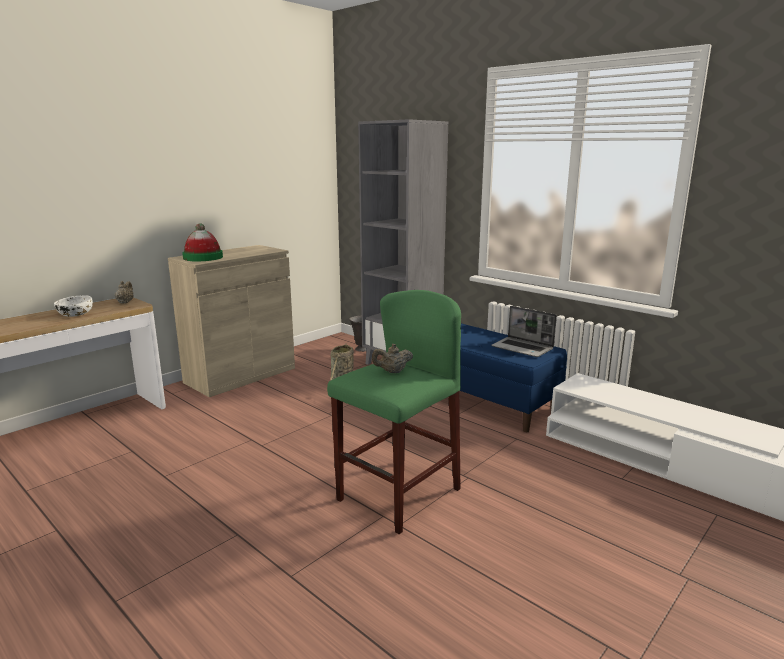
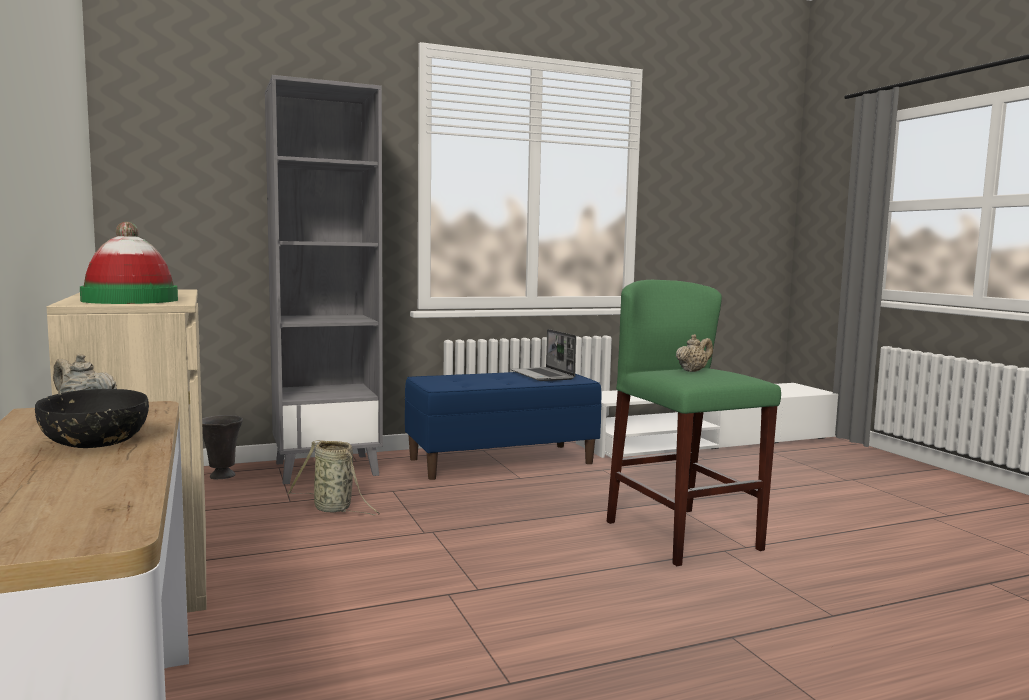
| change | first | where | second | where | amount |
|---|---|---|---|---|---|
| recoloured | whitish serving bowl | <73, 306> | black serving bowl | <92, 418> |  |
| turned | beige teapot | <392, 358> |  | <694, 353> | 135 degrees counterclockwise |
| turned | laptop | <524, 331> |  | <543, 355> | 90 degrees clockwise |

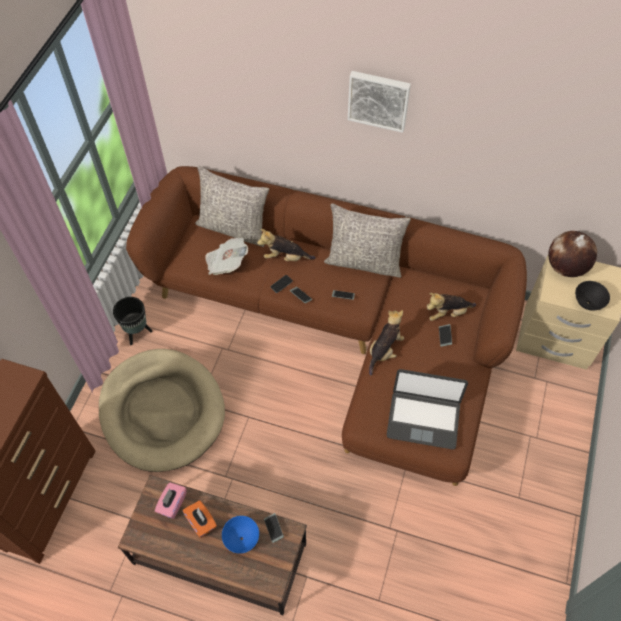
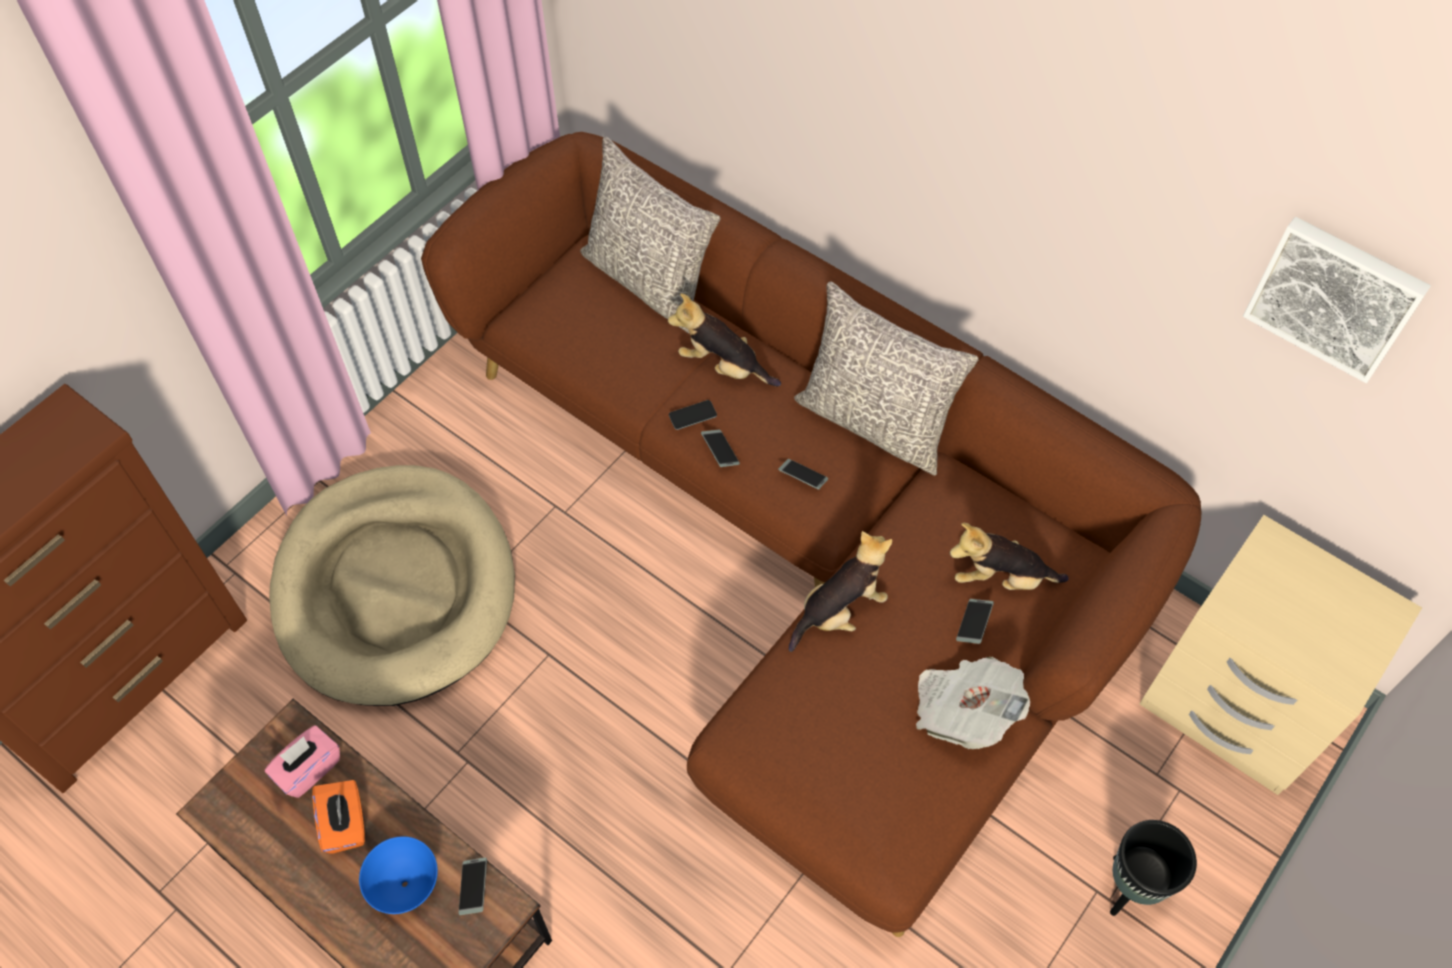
| change | first | where | second | where | amount |
|---|---|---|---|---|---|
| moved | black plant pot | <133, 321> |  | <1153, 868> |  |
| moved | newspaper | <226, 256> |  | <973, 703> |  |
| moved | wall picture | <379, 102> |  | <1337, 300> |  |
| removed | laptop | <427, 409> |  |  |  |
| removed | globe | <572, 254> |  |  |  |
| removed | black serving bowl | <592, 296> |  |  |  |

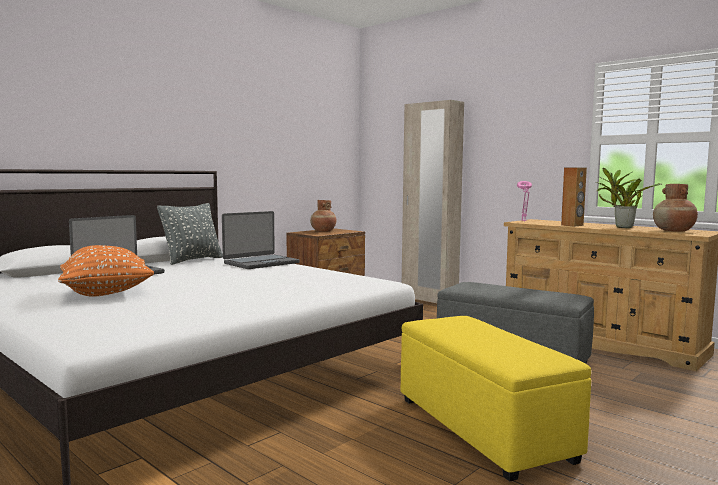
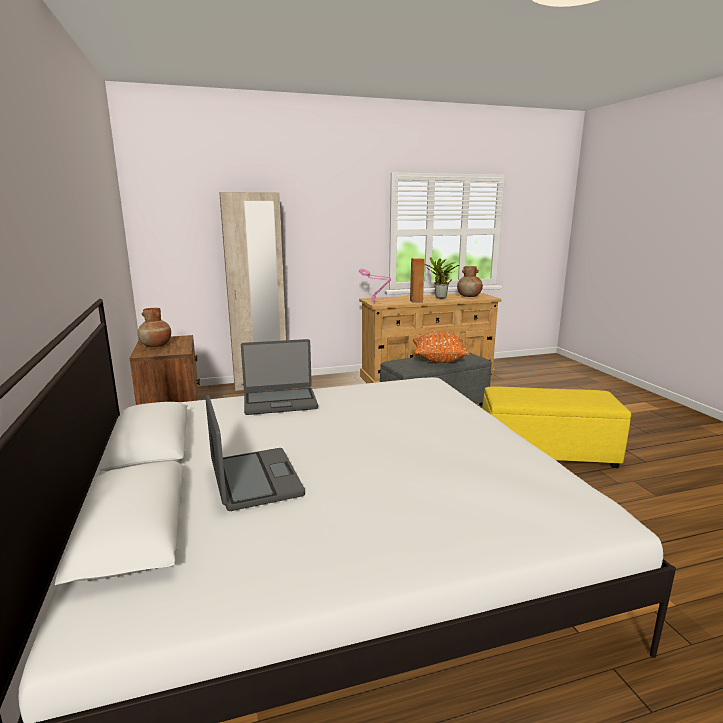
| change | first | where | second | where | amount |
|---|---|---|---|---|---|
| moved | orange-coloured pillow | <106, 271> |  | <441, 347> |  |
| removed | greyish pillow | <190, 234> |  |  |  |
| turned | laptop | <261, 240> |  | <279, 377> | 90 degrees clockwise |

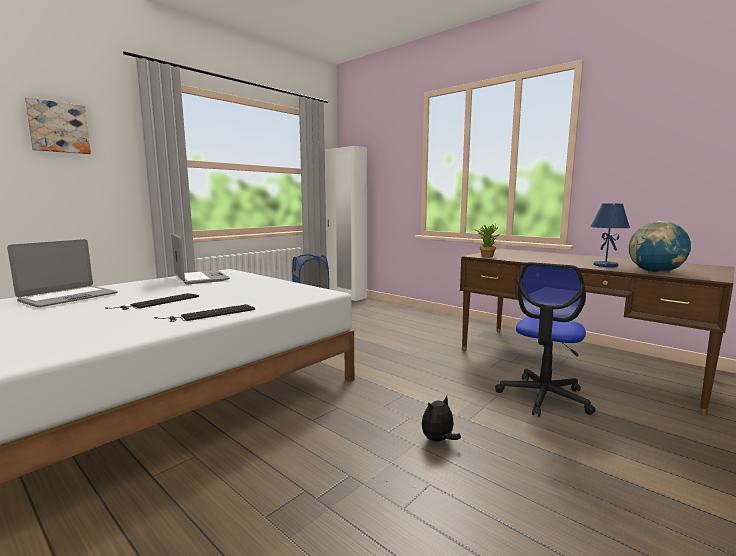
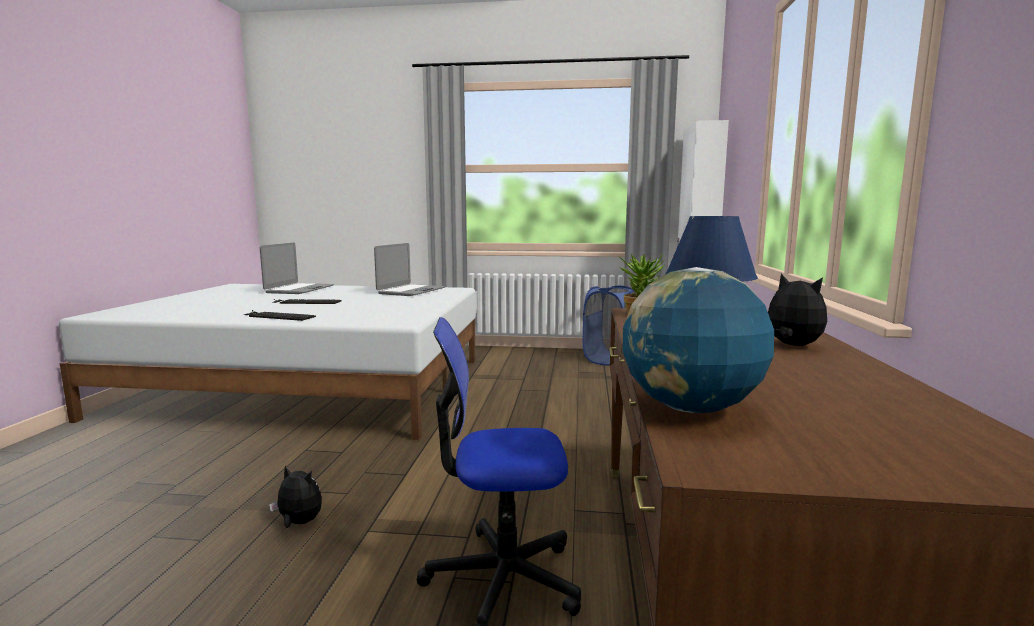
| change | first | where | second | where | amount |
|---|---|---|---|---|---|
| turned | laptop | <62, 273> |  | <297, 268> | 75 degrees counterclockwise |
| removed | wall picture | <58, 125> |  |  |  |
| added |  |  | cuddly toy | <797, 310> |  |

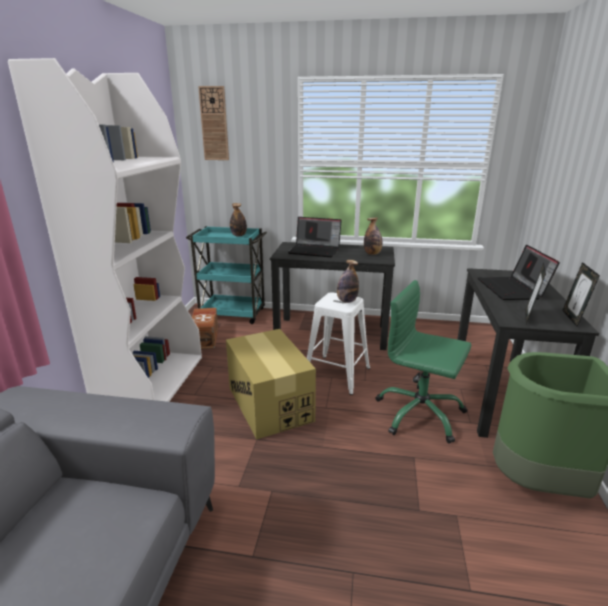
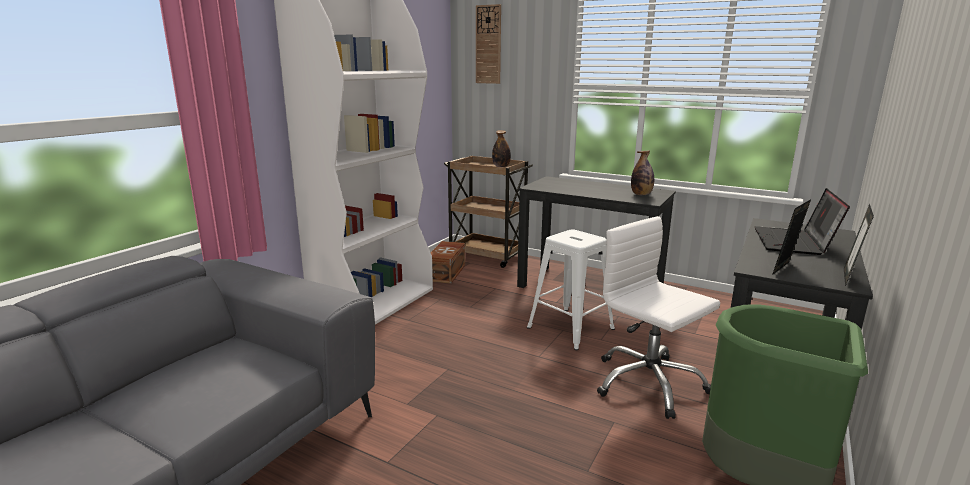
| change | first | where | second | where | amount |
|---|---|---|---|---|---|
| recoloured | turquoise cart | <226, 275> | brown cart | <488, 211> |  |
| removed | cardboard box | <271, 384> |  |  |  |
| removed | laptop | <315, 237> |  |  |  |
| removed | beverage bottle | <348, 281> |  |  |  |
| recoloured | greenish desk chair | <423, 362> | whitish desk chair | <658, 317> |  |

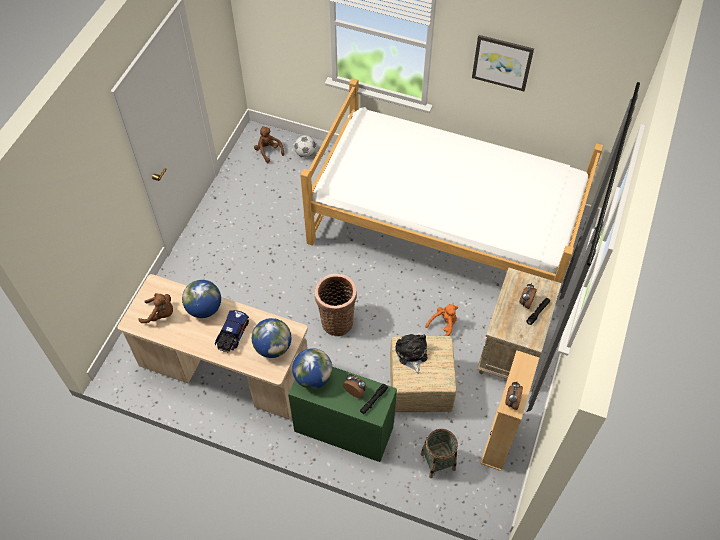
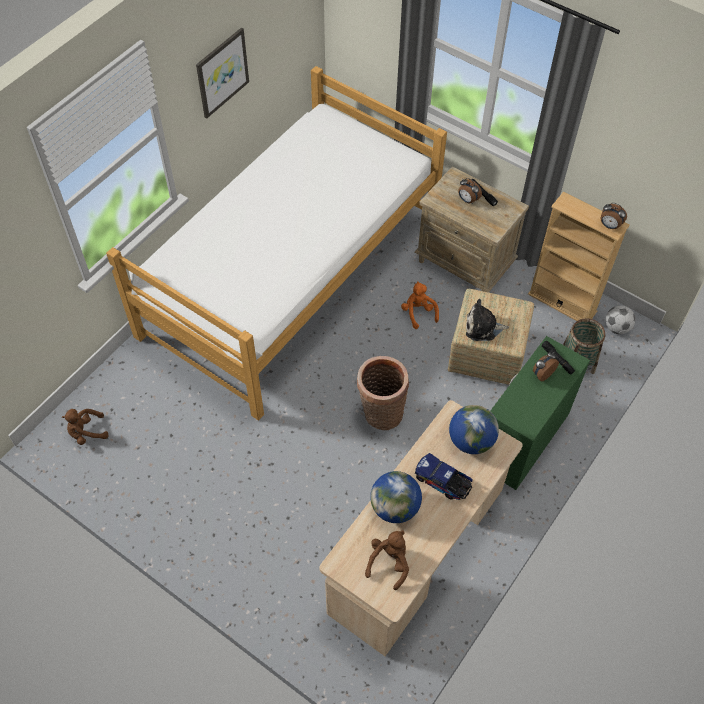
| change | first | where | second | where | amount |
|---|---|---|---|---|---|
| removed | globe | <312, 368> |  |  |  |
| moved | football | <305, 146> |  | <620, 319> |  |

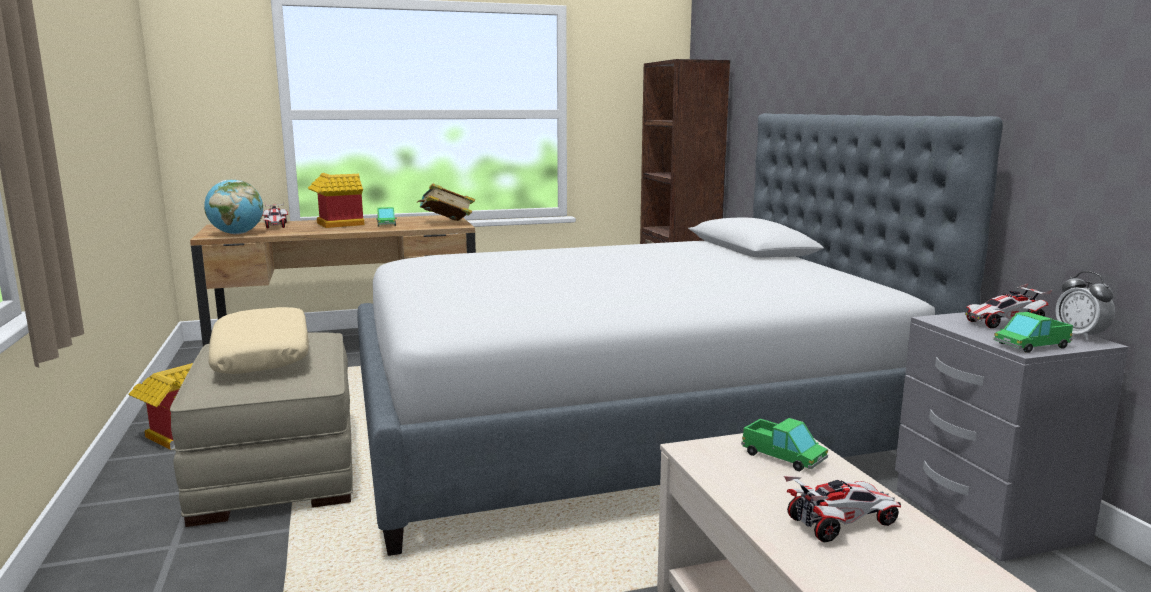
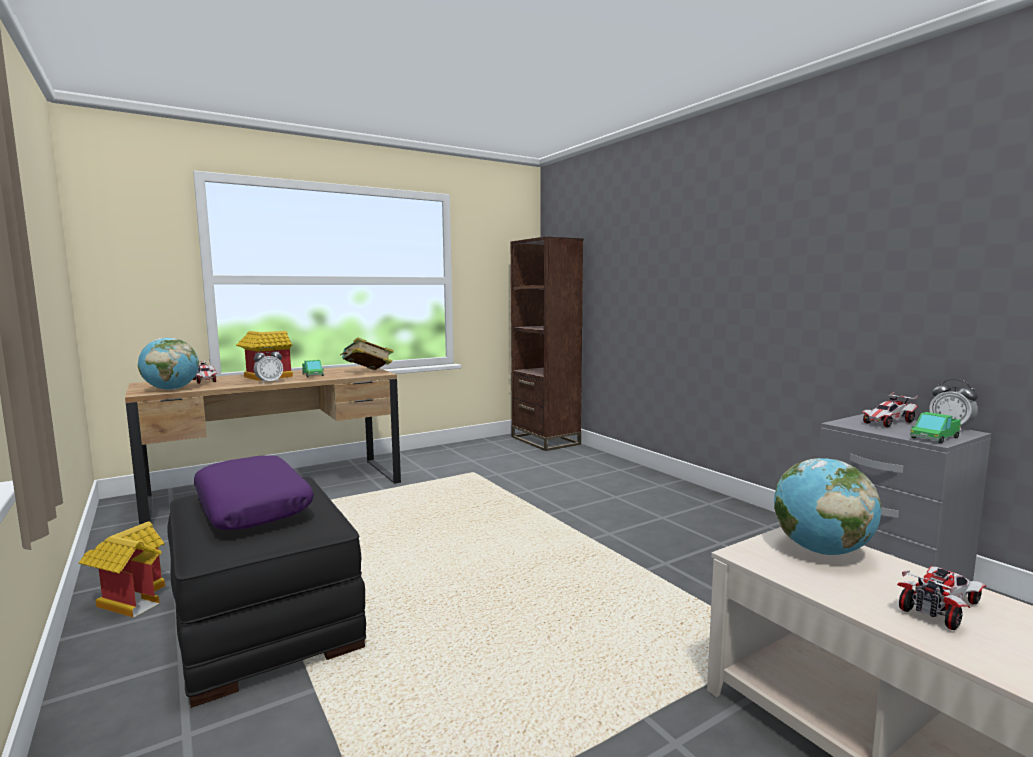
| change | first | where | second | where | amount |
|---|---|---|---|---|---|
| recoloured | beige footrest | <261, 429> | black footrest | <266, 592> |  |
| recoloured | beige pillow | <259, 340> | purplish pillow | <254, 492> |  |
| removed | bed | <680, 334> |  |  |  |
| replaced | toy truck | <784, 445> | globe | <827, 506> |  |
| added |  |  | bedside clock | <268, 365> |  |

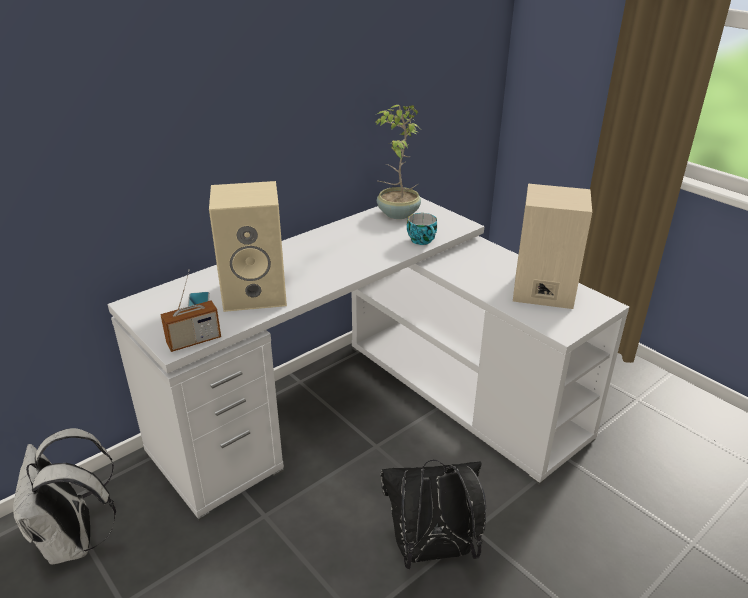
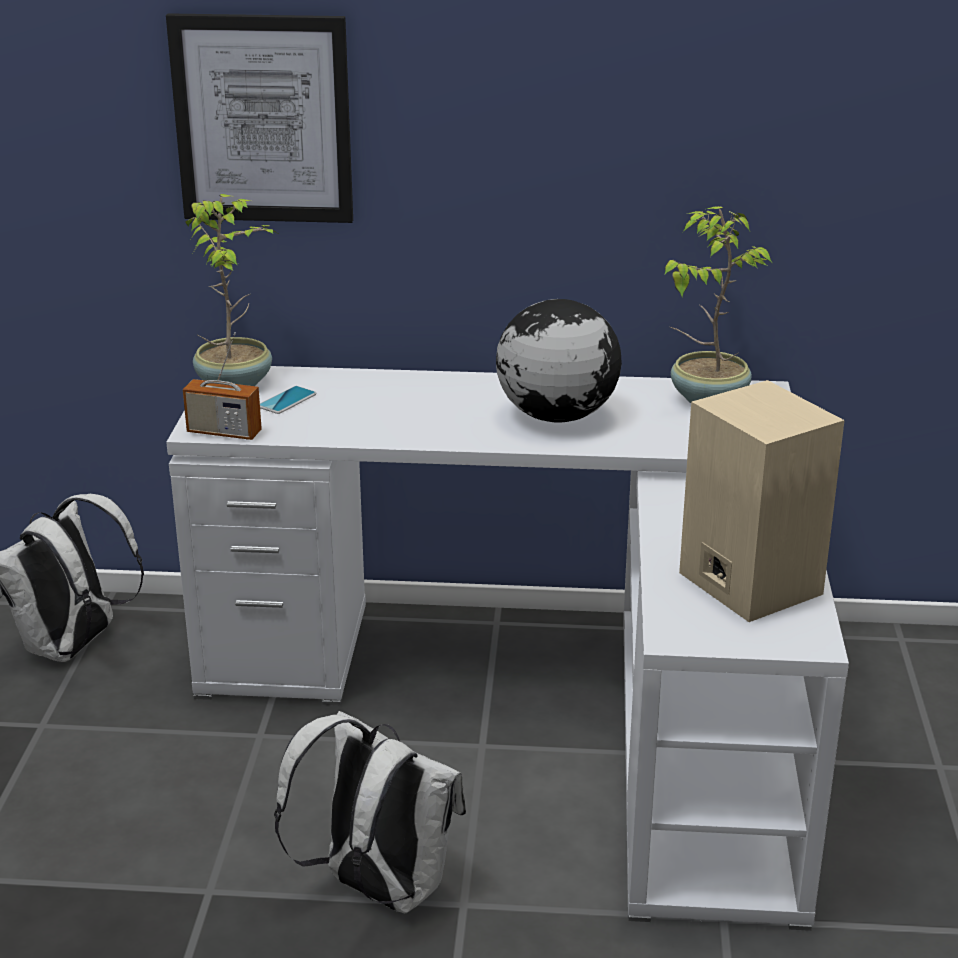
| change | first | where | second | where | amount |
|---|---|---|---|---|---|
| removed | beige audio speaker | <248, 246> |  |  |  |
| recoloured | black backpack | <433, 514> | whitish backpack | <370, 812> |  |
| removed | drinking cup | <422, 229> |  |  |  |
| added |  |  | wall picture | <259, 118> |  |
| added |  |  | houseplant | <232, 290> |  |
| added |  |  | globe | <559, 361> |  |

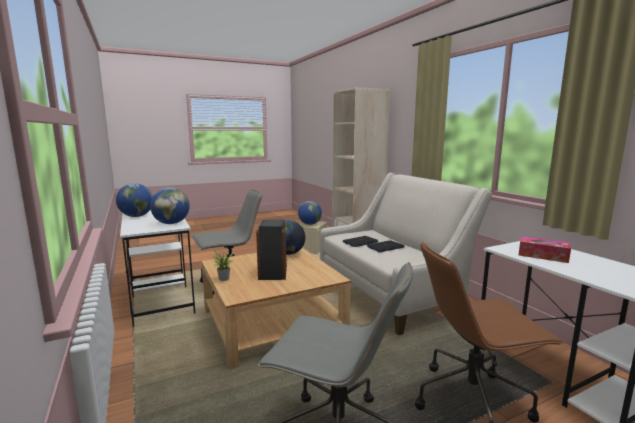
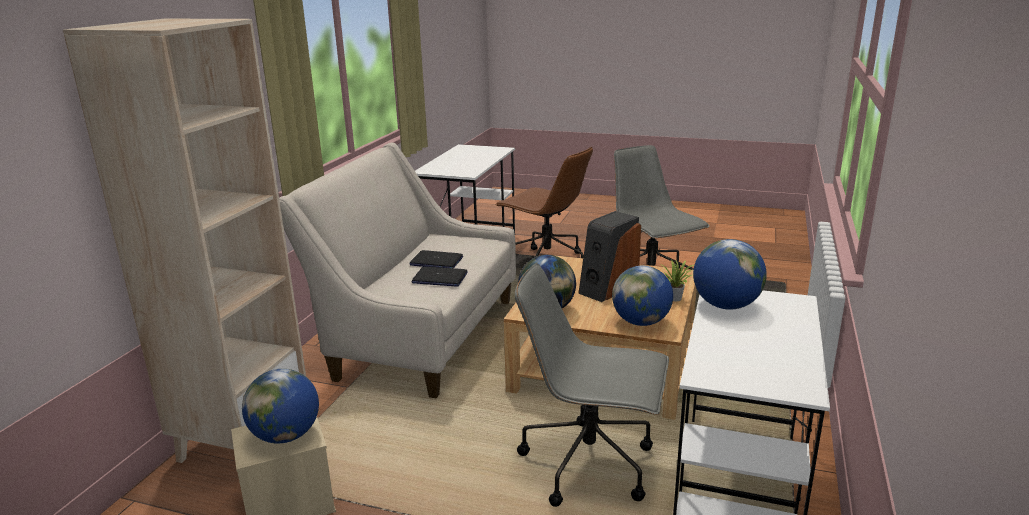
| change | first | where | second | where | amount |
|---|---|---|---|---|---|
| moved | globe | <134, 200> |  | <642, 296> |  |
| removed | tissue box | <545, 249> |  |  |  |

